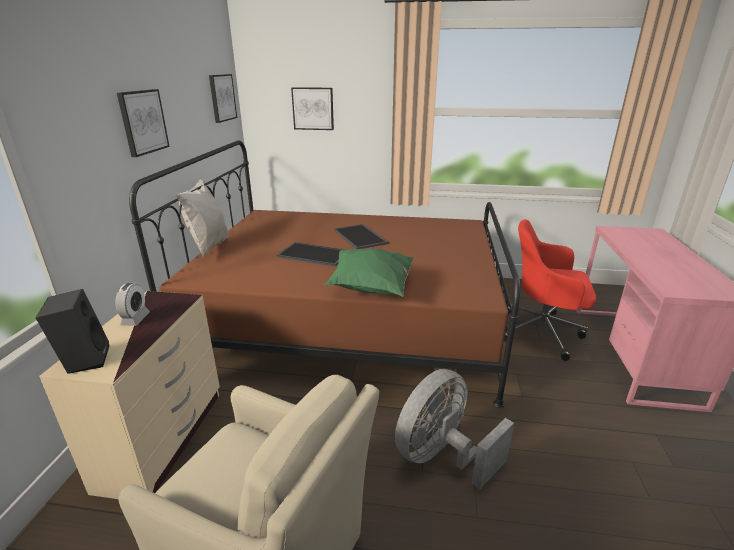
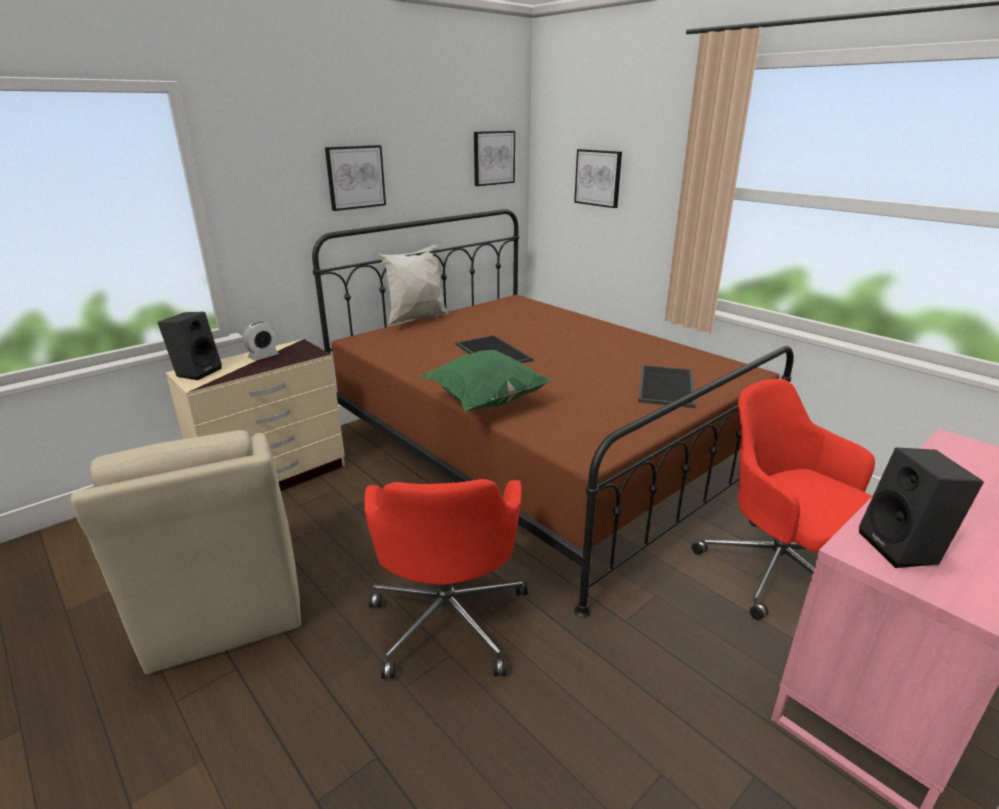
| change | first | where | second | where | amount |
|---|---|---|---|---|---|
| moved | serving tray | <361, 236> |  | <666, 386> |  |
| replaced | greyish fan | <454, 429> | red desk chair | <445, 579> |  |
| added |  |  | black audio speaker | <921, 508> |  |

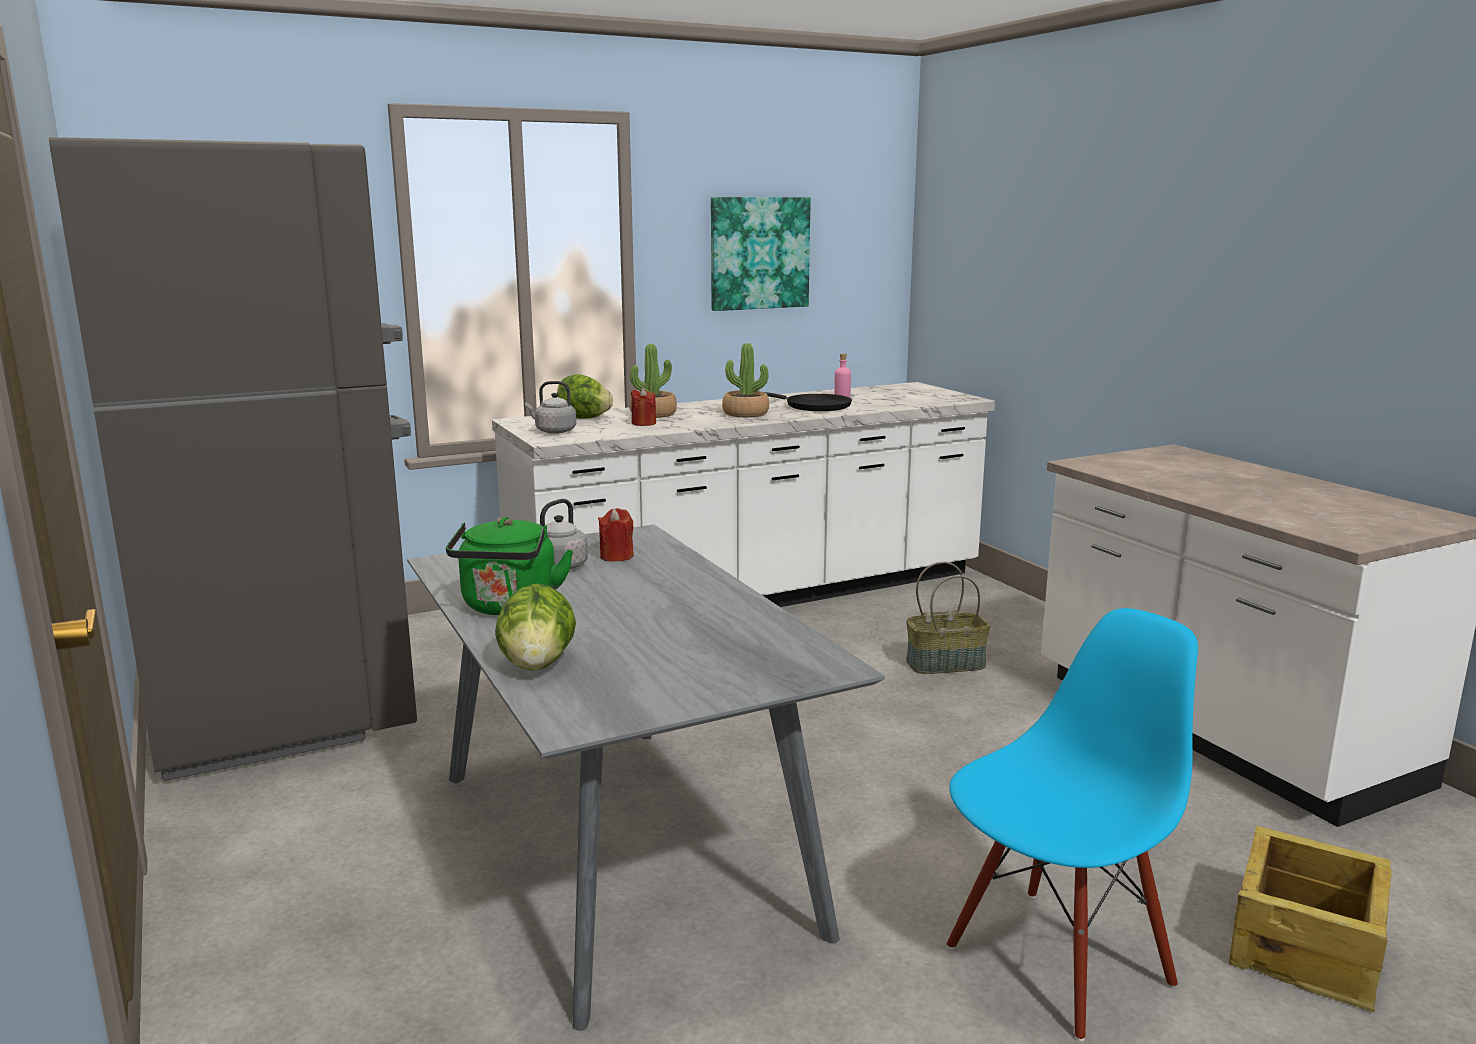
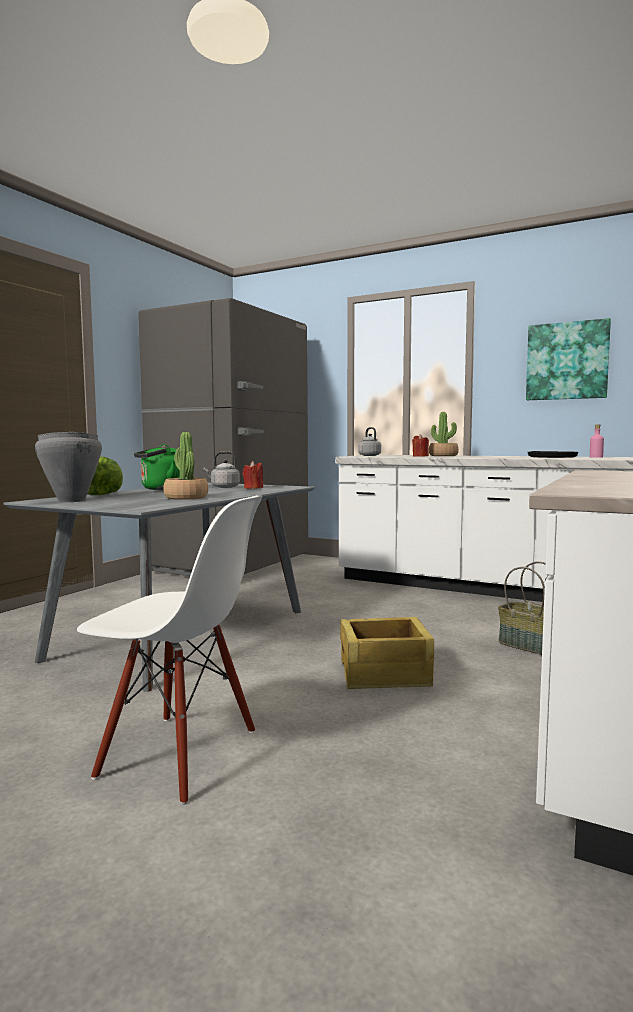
| change | first | where | second | where | amount |
|---|---|---|---|---|---|
| removed | head of lettuce | <585, 396> |  |  |  |
| moved | houseplant | <745, 380> |  | <185, 466> |  |
| recoloured | blue upright chair | <1072, 825> | whitish upright chair | <169, 650> |  |
| moved | crate | <1310, 919> |  | <387, 653> |  |
| added |  |  | greyish saucepot | <68, 467> |  |

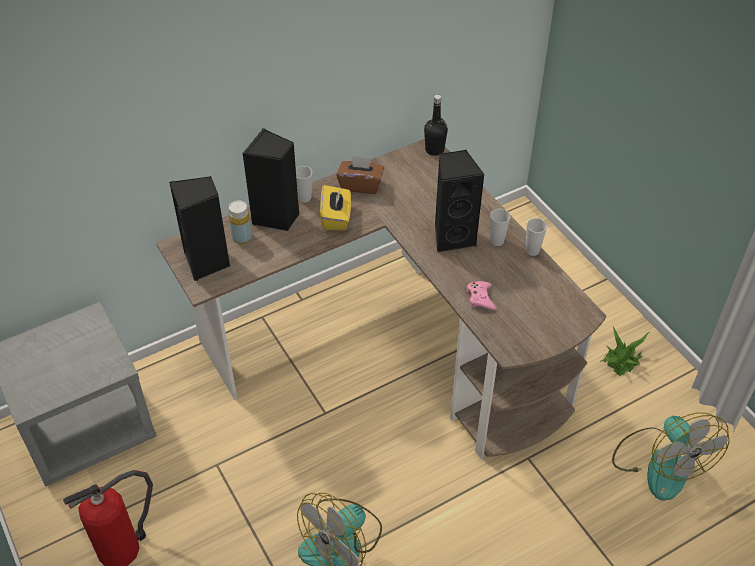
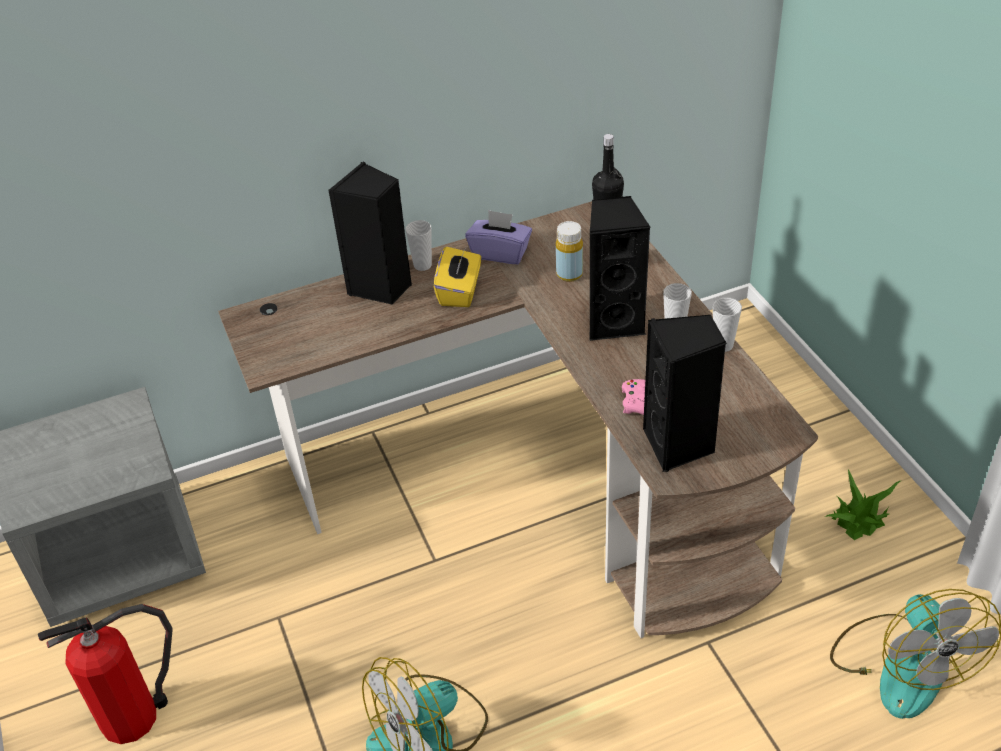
| change | first | where | second | where | amount |
|---|---|---|---|---|---|
| moved | black audio speaker | <199, 228> |  | <685, 393> |  |
| moved | yellow beverage bottle | <240, 222> |  | <569, 251> |  |
| recoloured | brown tissue box | <360, 174> | purplish tissue box | <498, 237> |  |

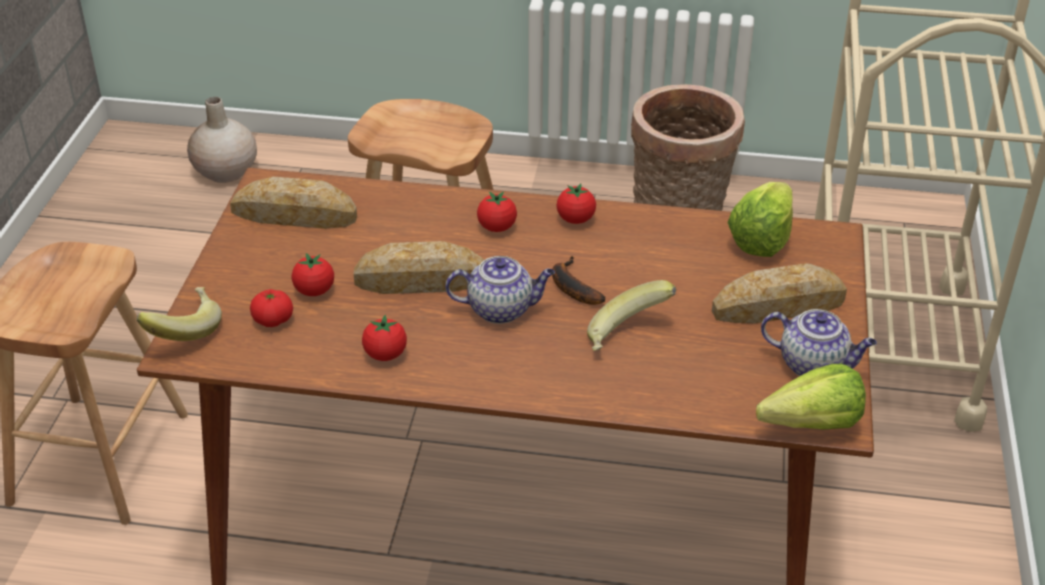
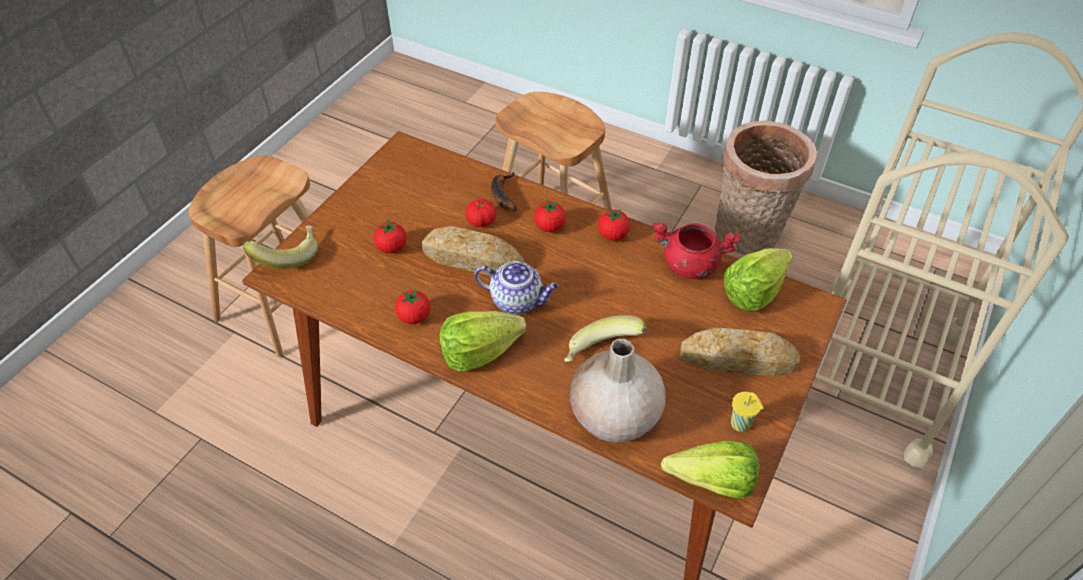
| change | first | where | second | where | amount |
|---|---|---|---|---|---|
| moved | beige flower vase | <222, 140> |  | <618, 391> |  |
| removed | baked bread | <293, 202> |  |  |  |
| moved | tomato | <271, 308> |  | <480, 213> |  |
| moved | banana fruit | <578, 280> |  | <504, 192> |  |
| replaced | teapot | <819, 342> | yellow drinking cup | <747, 412> |  |
| added |  |  | head of lettuce | <482, 341> |  |
| added |  |  | red saucepot | <696, 251> |  |

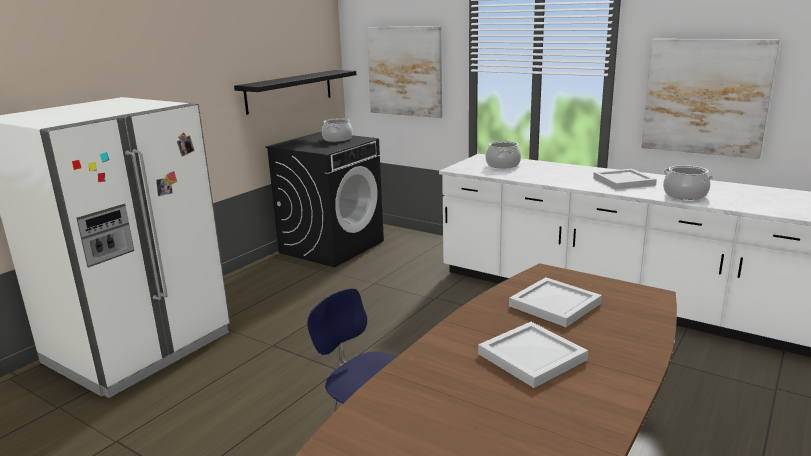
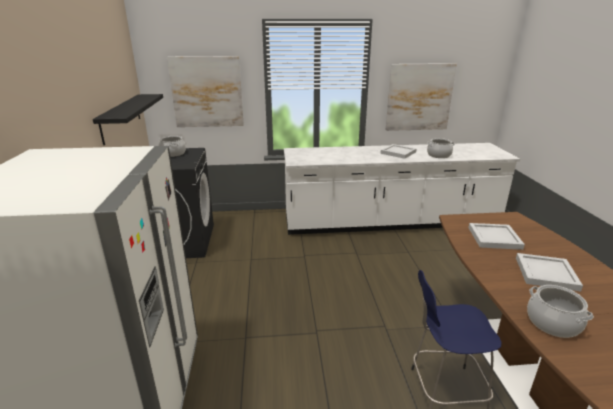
| change | first | where | second | where | amount |
|---|---|---|---|---|---|
| moved | saucepot | <503, 155> |  | <560, 311> |  |

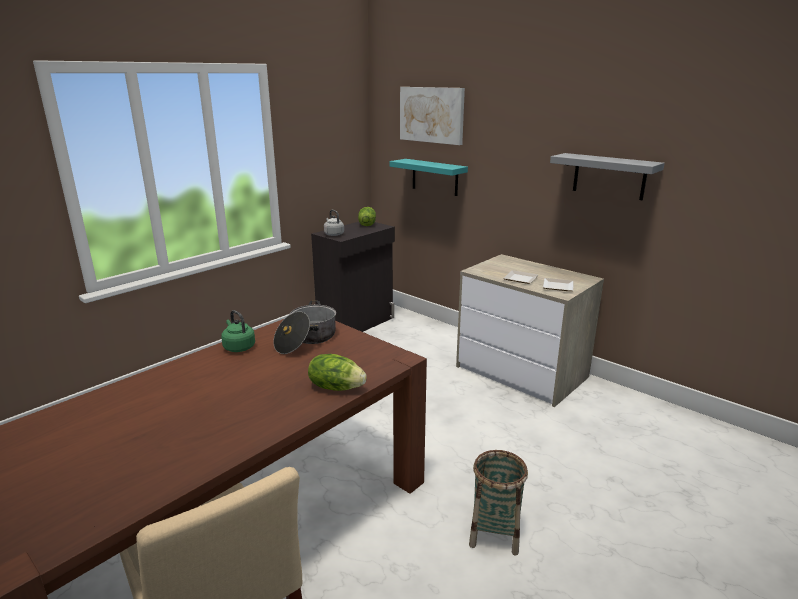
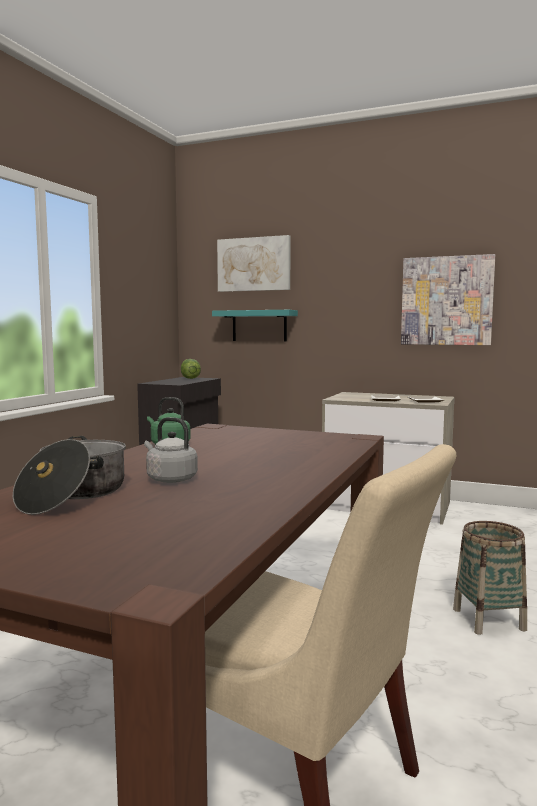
| change | first | where | second | where | amount |
|---|---|---|---|---|---|
| moved | saucepot | <305, 327> |  | <69, 475> |  |
| removed | head of lettuce | <337, 372> |  |  |  |
| moved | greyish kettle | <334, 223> |  | <171, 450> |  |
| replaced | greyish bracket shelf | <607, 176> | wall picture | <448, 299> |  |

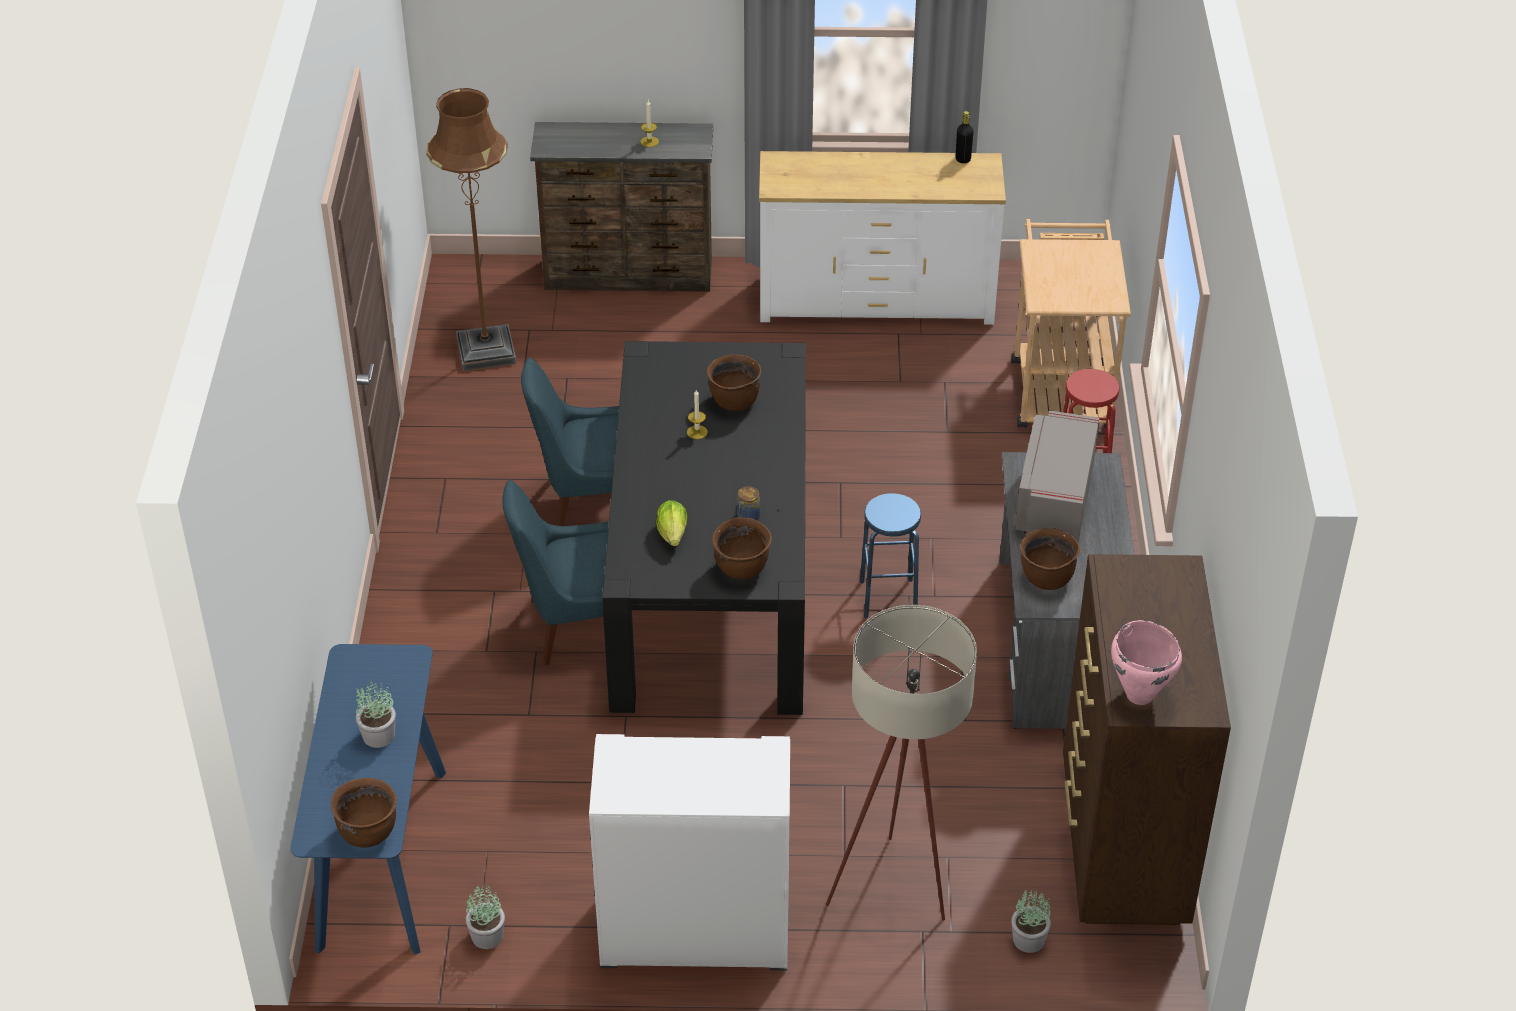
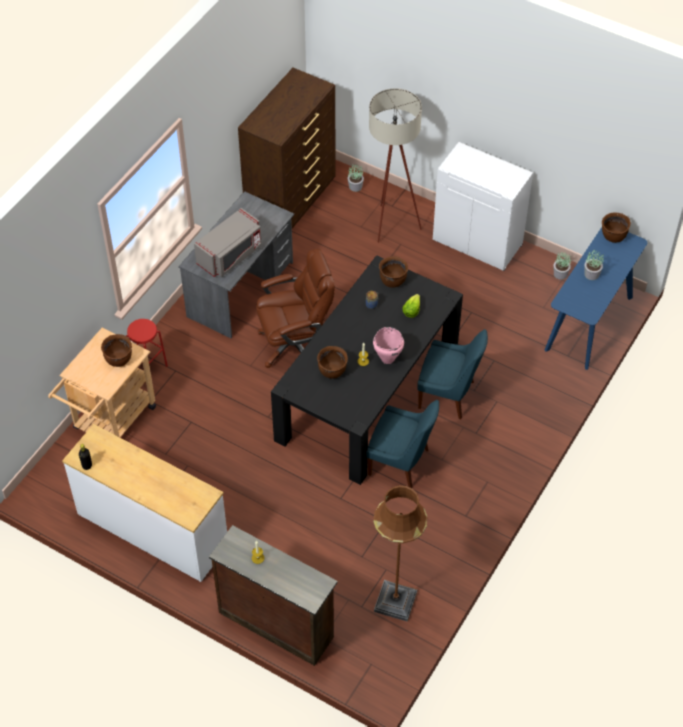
| change | first | where | second | where | amount |
|---|---|---|---|---|---|
| replaced | blue sitting stool | <890, 556> | brown desk chair | <295, 308> |  |
| moved | brown saucepot | <1050, 559> |  | <116, 350> |  |
| moved | pink saucepot | <1146, 662> |  | <388, 345> |  |

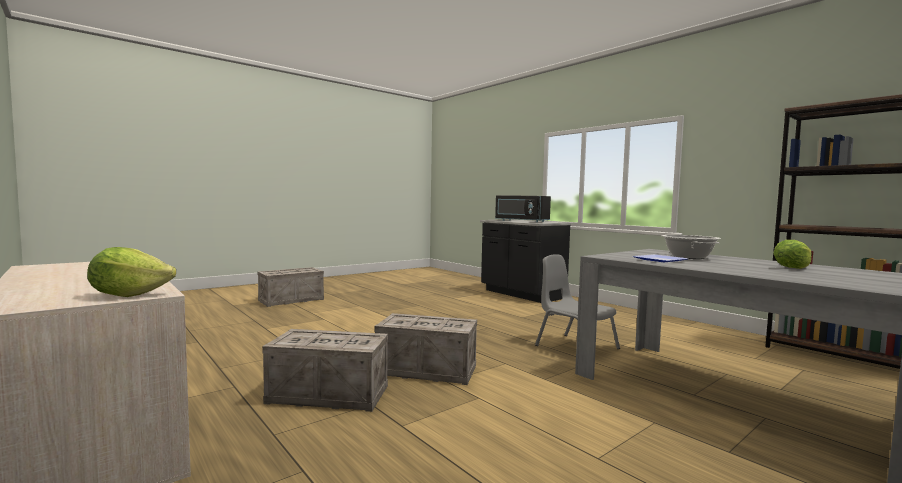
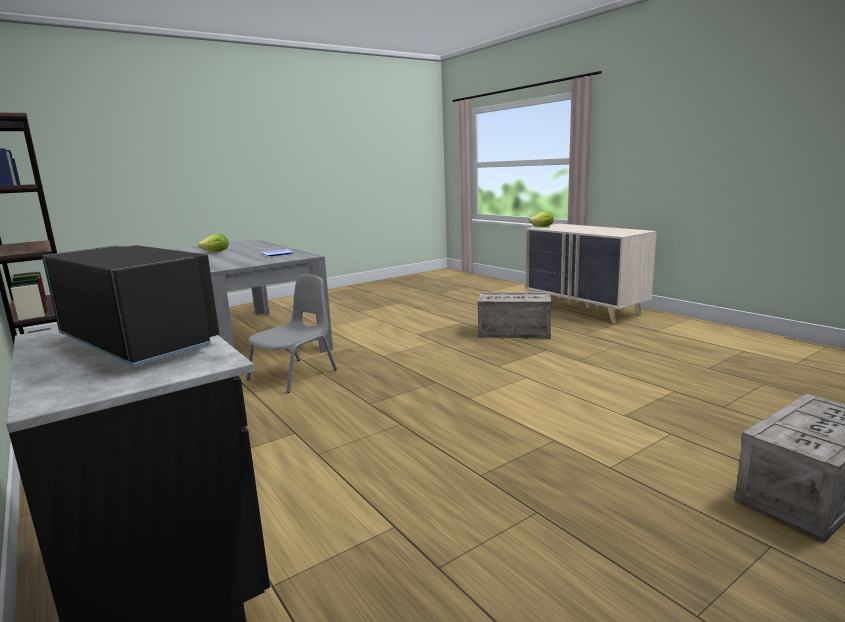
| change | first | where | second | where | amount |
|---|---|---|---|---|---|
| removed | crate | <425, 349> |  |  |  |
| turned | greyish upright chair | <577, 301> |  | <291, 333> | 105 degrees counterclockwise |
| removed | saucepot | <691, 247> |  |  |  |

